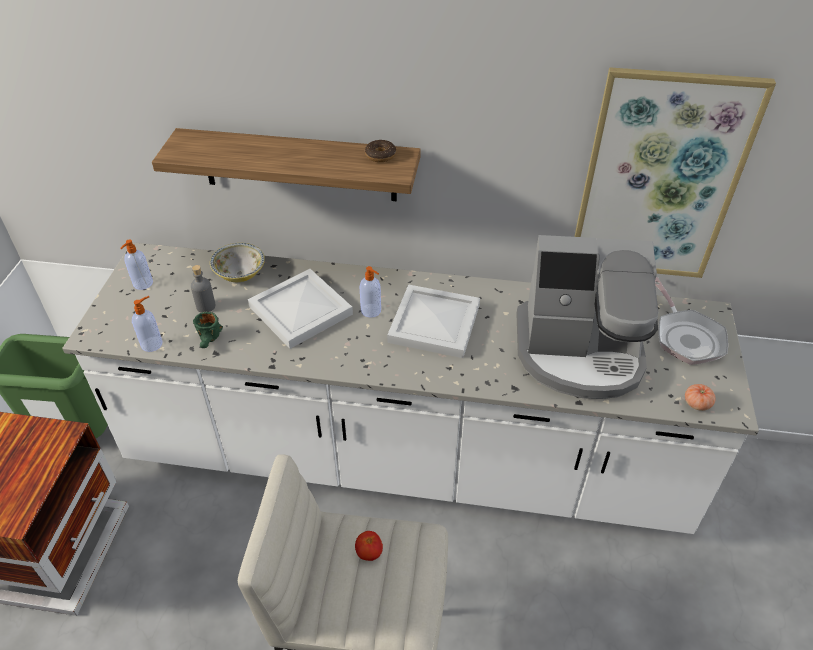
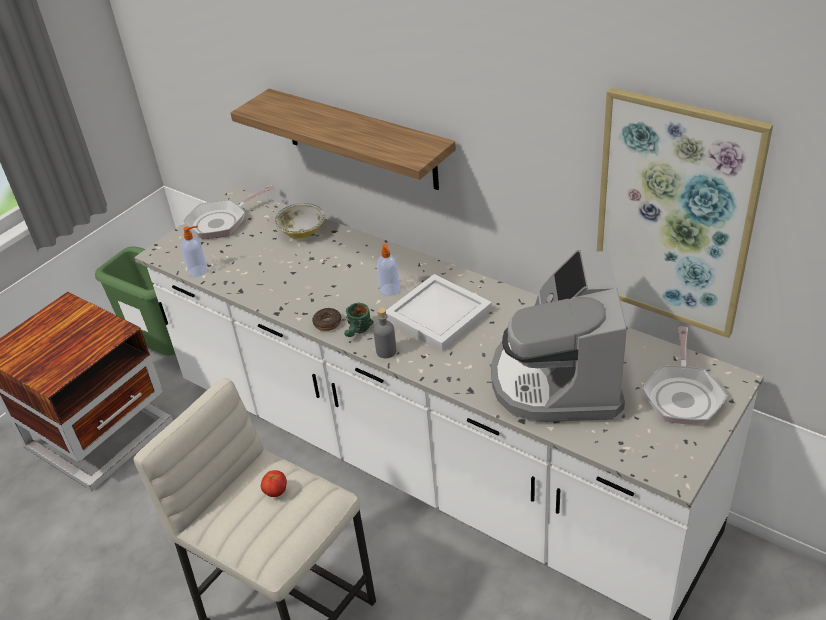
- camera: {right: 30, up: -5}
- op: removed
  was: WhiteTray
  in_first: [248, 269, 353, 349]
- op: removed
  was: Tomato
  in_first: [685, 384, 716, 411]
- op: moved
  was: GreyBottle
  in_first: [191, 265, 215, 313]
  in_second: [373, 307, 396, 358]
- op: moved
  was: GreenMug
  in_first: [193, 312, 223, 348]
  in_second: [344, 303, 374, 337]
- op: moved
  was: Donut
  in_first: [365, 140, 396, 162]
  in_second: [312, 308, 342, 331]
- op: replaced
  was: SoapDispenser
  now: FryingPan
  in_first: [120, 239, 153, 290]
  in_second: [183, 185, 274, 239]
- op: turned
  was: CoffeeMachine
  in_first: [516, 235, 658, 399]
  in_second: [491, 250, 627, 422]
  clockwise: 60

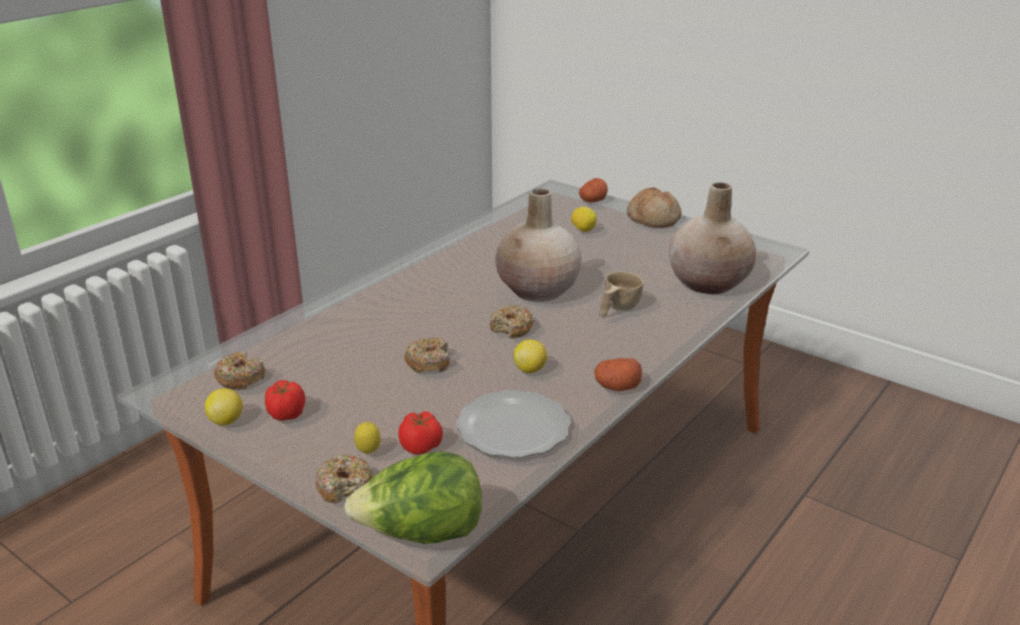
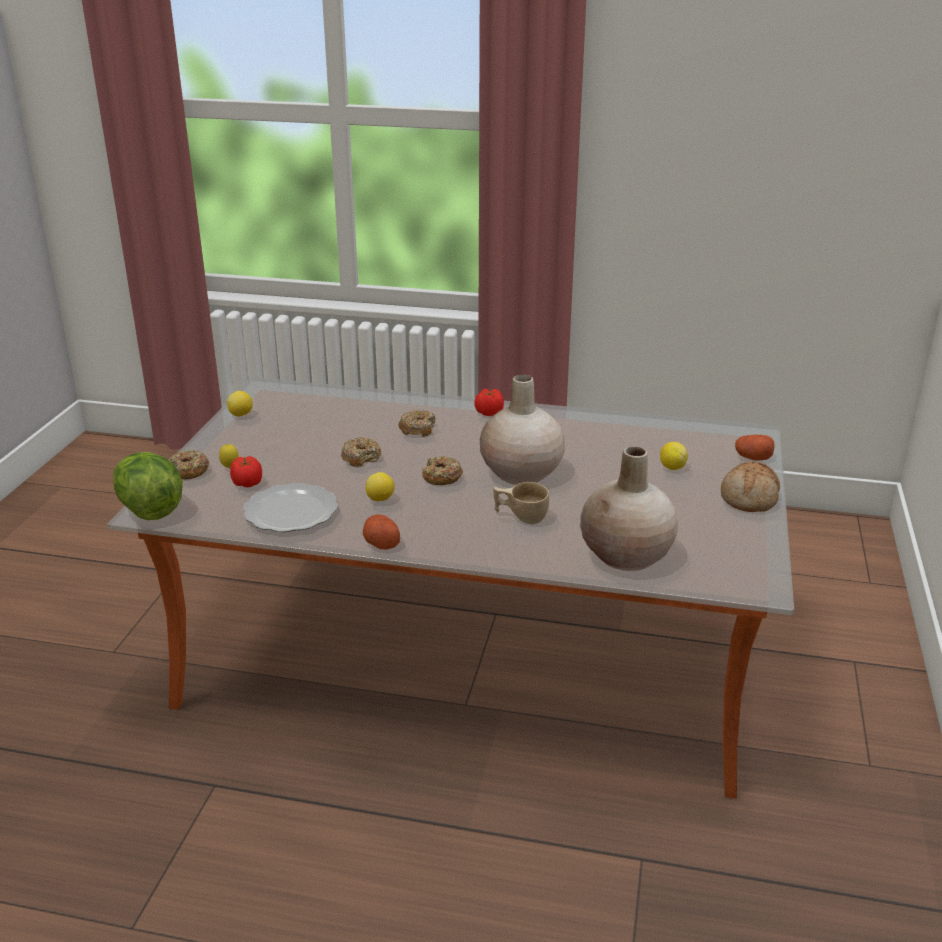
- camera: {right: 65, up: 0}
- op: moved
  was: Donut
  in_first: [214, 351, 265, 390]
  in_second: [398, 410, 436, 437]
- op: moved
  was: Tomato
  in_first: [265, 380, 305, 421]
  in_second: [474, 388, 504, 416]

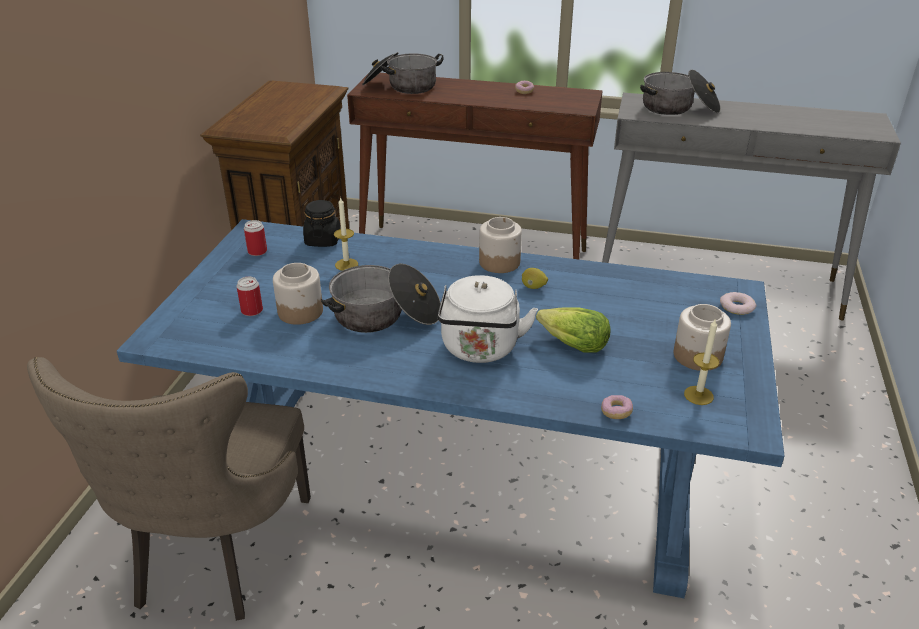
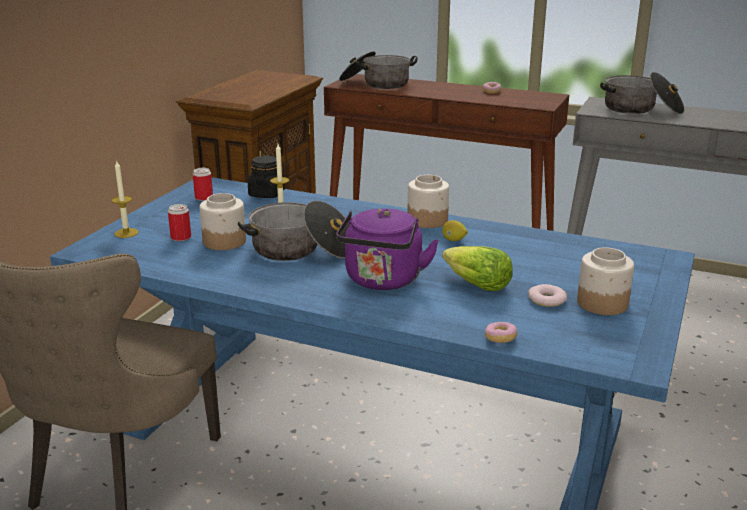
- camera: {right: 10, up: -10}
- op: moved
  was: Candle
  in_first: [684, 318, 719, 405]
  in_second: [111, 161, 139, 238]
- op: moved
  was: Donut
  in_first: [720, 292, 756, 315]
  in_second: [528, 284, 567, 307]
- op: recoloured
  was: WhiteKettle
  now: PurpleKettle
  in_first: [438, 275, 538, 363]
  in_second: [336, 209, 439, 290]

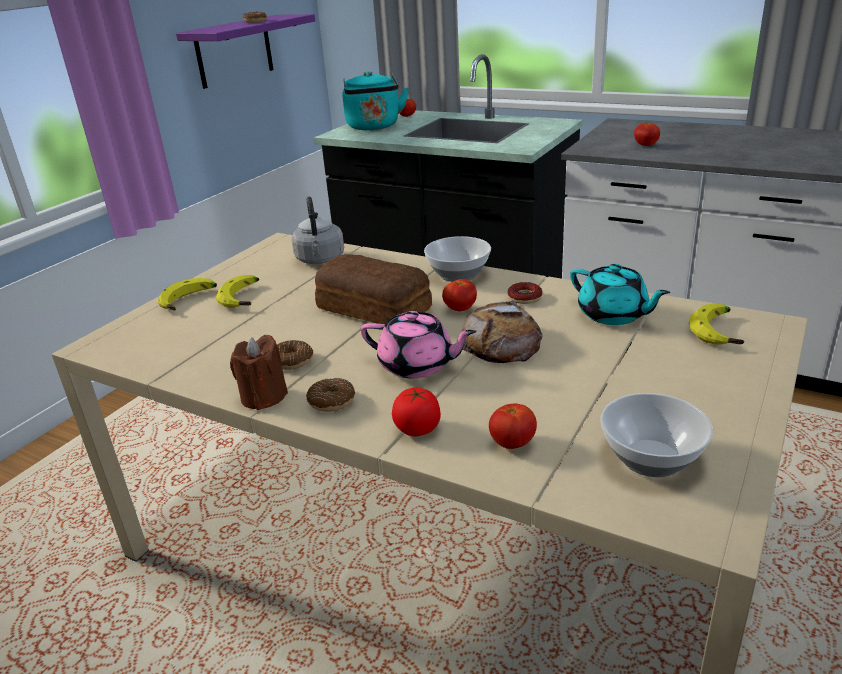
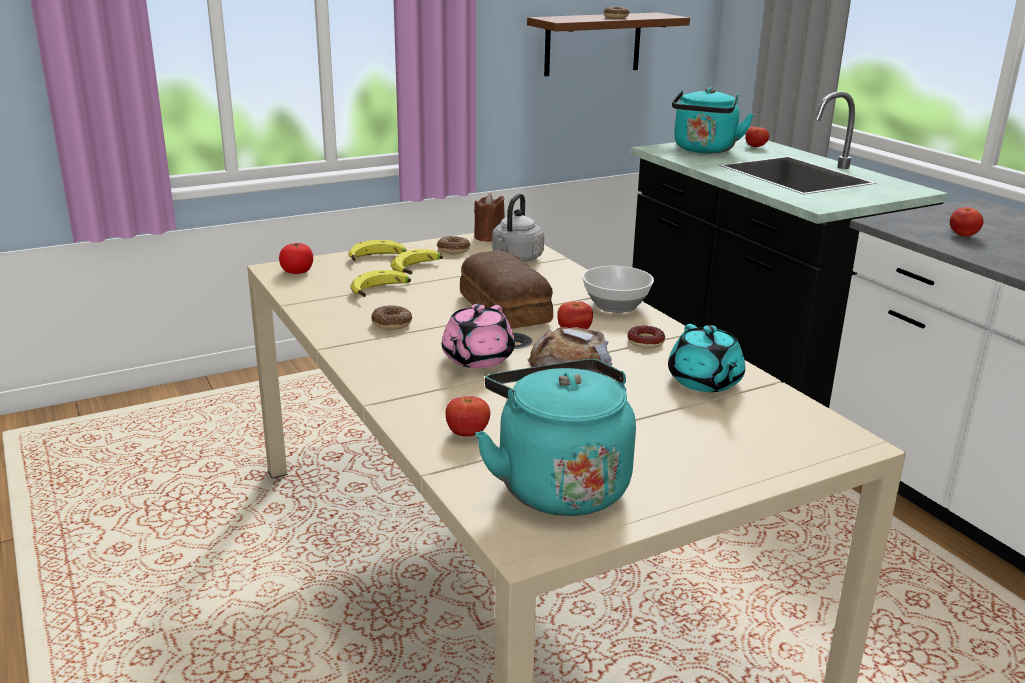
- camera: {right: 30, up: -5}
- op: moved
  was: BrownCandle
  in_first: [230, 335, 288, 410]
  in_second: [474, 193, 504, 241]
- op: moved
  was: Donut
  in_first: [306, 378, 355, 412]
  in_second: [437, 236, 470, 254]
- op: moved
  was: Tomato
  in_first: [392, 388, 441, 436]
  in_second: [279, 243, 313, 274]
- op: moved
  was: Banana
  in_first: [689, 303, 744, 345]
  in_second: [351, 270, 411, 297]
- op: replaced
  was: Bowl
  now: TurquoiseKettle
  in_first: [600, 393, 713, 477]
  in_second: [475, 359, 636, 516]
- op: recoloured
  was: PurpleShelf
  now: BrownShelf
  in_first: [176, 14, 315, 89]
  in_second: [527, 12, 690, 76]
- op: turned
  was: PinkTeapot
  in_first: [361, 311, 476, 378]
  in_second: [442, 304, 515, 368]
  clockwise: 60

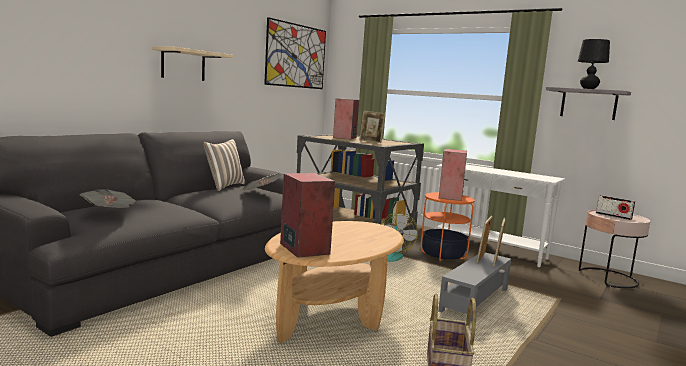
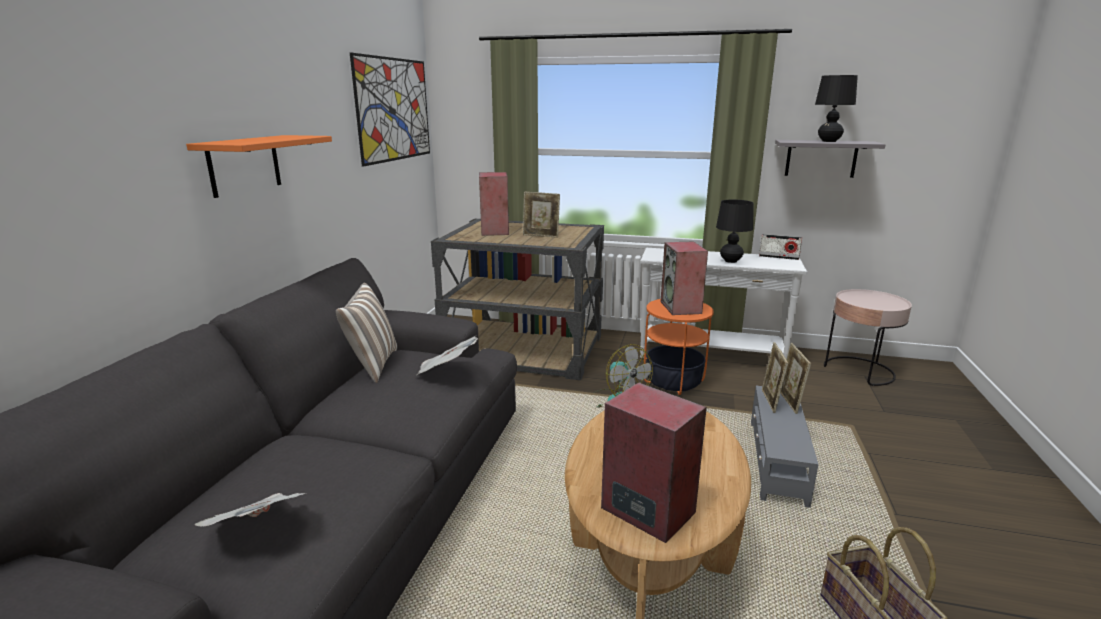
- camera: {right: -20, up: 10}
- op: added
  now: BlackTableLamp
  in_second: [716, 200, 754, 263]
- op: moved
  was: Radio
  in_first: [596, 195, 635, 220]
  in_second: [759, 234, 802, 260]
- op: recoloured
  was: BeigeShelf
  now: OrangeShelf
  in_first: [152, 46, 233, 81]
  in_second: [186, 135, 332, 198]

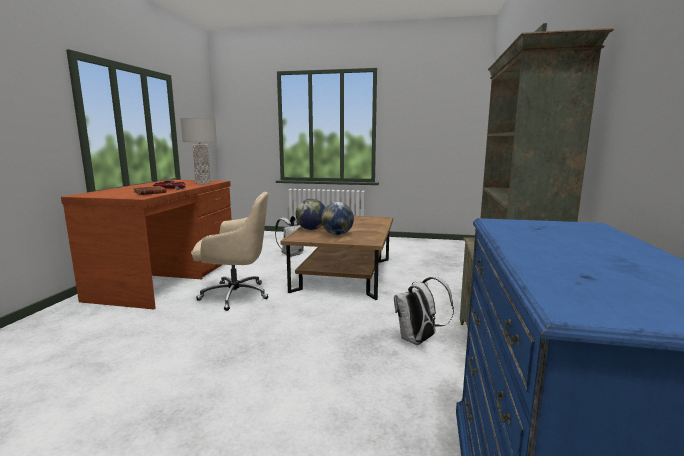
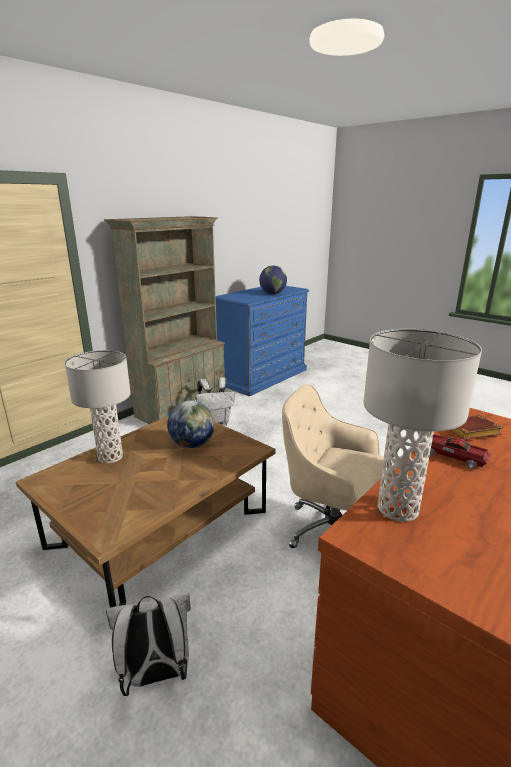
- camera: {right: -150, up: 10}
- op: added
  now: WhiteTableLamp
  in_second: [65, 350, 131, 464]
- op: moved
  was: Globe
  in_first: [296, 199, 325, 230]
  in_second: [259, 266, 287, 294]

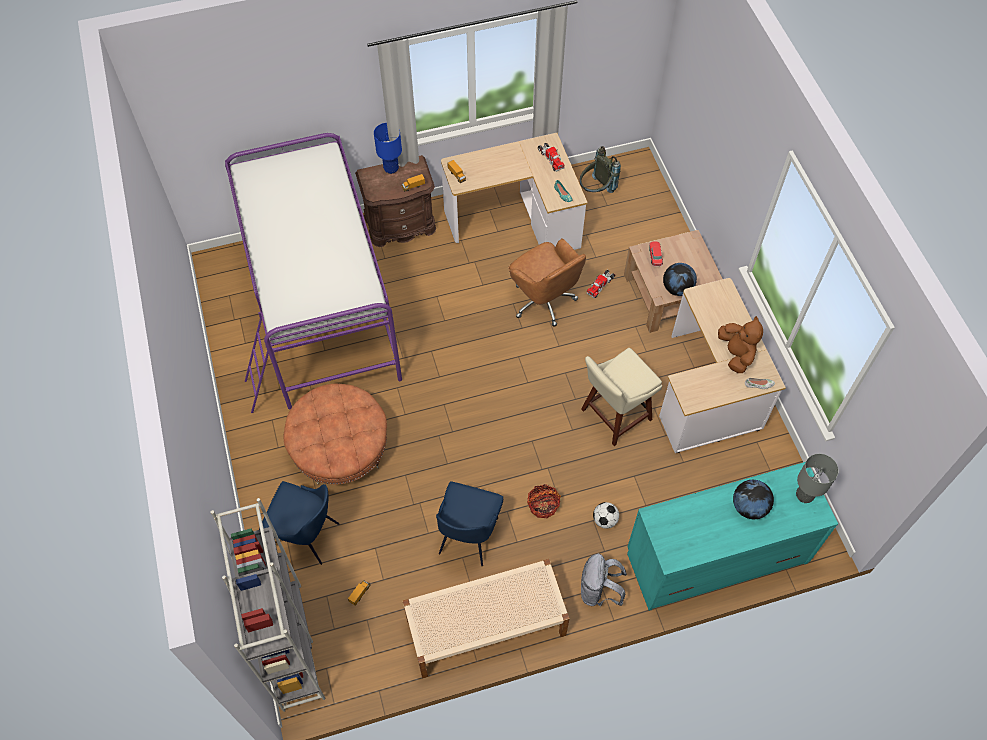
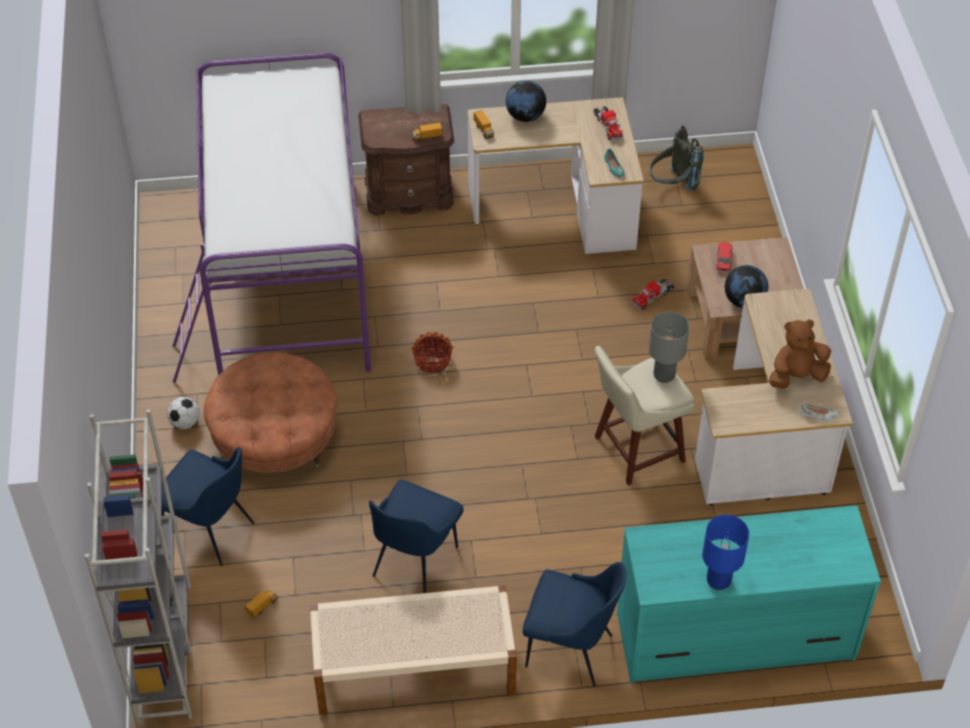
- camera: {right: 10, up: -10}
- op: removed
  was: BrownOfficeChair
  in_first: [508, 238, 586, 327]
- op: moved
  was: BlueTableLamp
  in_first: [374, 123, 402, 174]
  in_second: [702, 515, 749, 590]
- op: moved
  was: Basket
  in_first: [527, 484, 561, 518]
  in_second: [412, 332, 453, 373]
- op: moved
  was: Football
  in_first: [593, 502, 619, 529]
  in_second: [167, 397, 200, 429]
- op: moved
  was: Globe
  in_first: [733, 480, 774, 519]
  in_second: [506, 81, 546, 122]
- op: moved
  was: GreyTableLamp
  in_first: [796, 454, 838, 503]
  in_second: [649, 312, 689, 383]
- op: replaced
  was: GreyBackpack
  now: BlueChair
  in_first: [581, 554, 627, 607]
  in_second: [523, 562, 626, 687]
- op: turned
  was: BrownPlushToy
  in_first: [718, 316, 763, 373]
  in_second: [769, 319, 831, 389]
  clockwise: -105

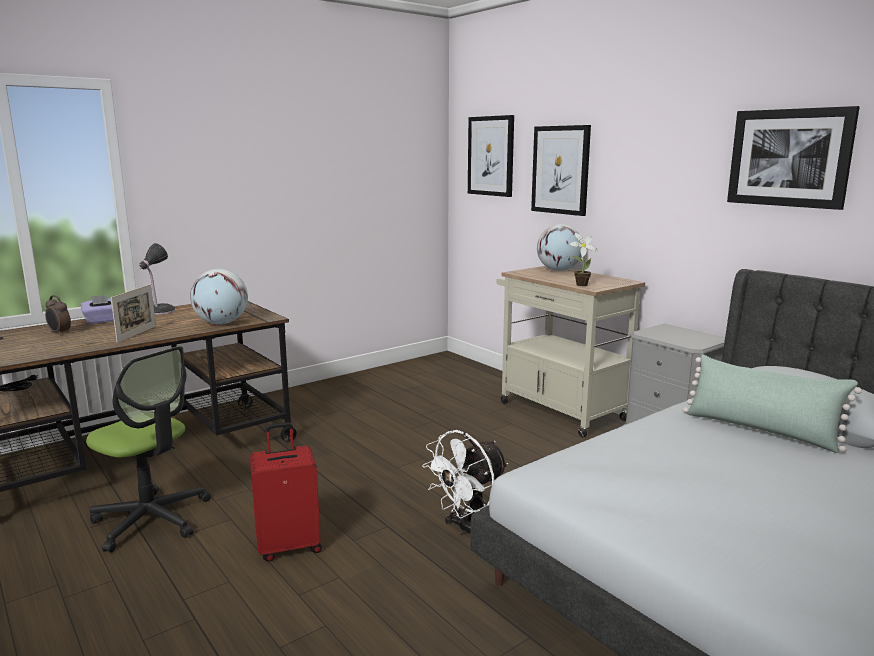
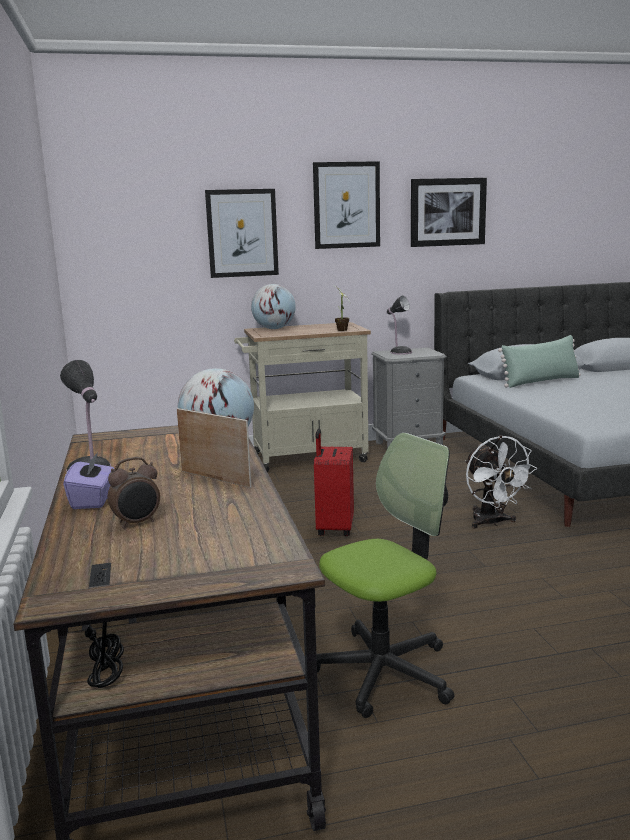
- camera: {right: -65, up: 0}
- op: added
  now: TableLamp
  in_second: [387, 296, 412, 355]
- op: moved
  was: RedSuitcase
  in_first: [250, 422, 322, 562]
  in_second: [314, 429, 354, 536]
- op: moved
  was: Picture
  in_first: [468, 115, 514, 197]
  in_second: [313, 161, 380, 249]

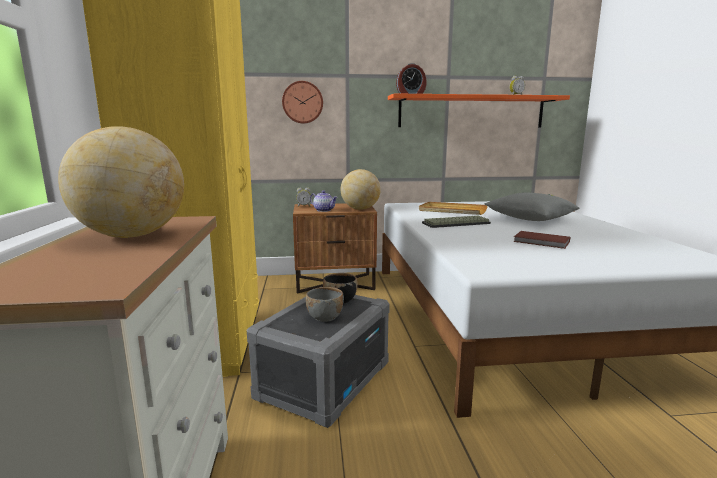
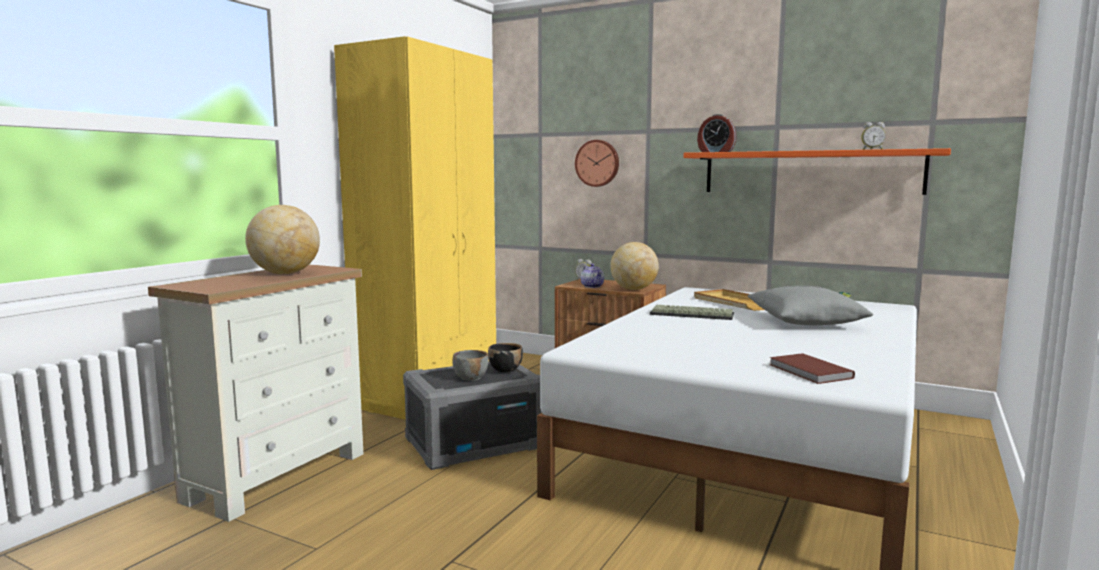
- camera: {right: 35, up: -5}
- op: moved
  was: BrownBook
  in_first: [513, 231, 571, 249]
  in_second: [769, 353, 855, 384]

